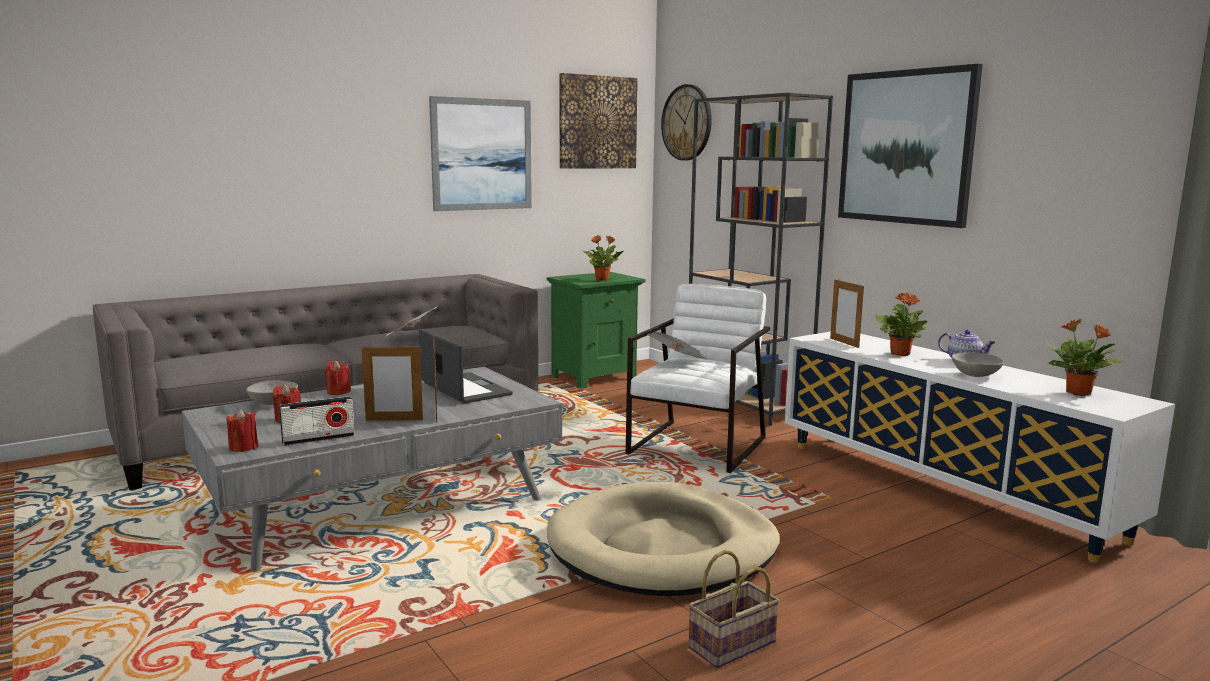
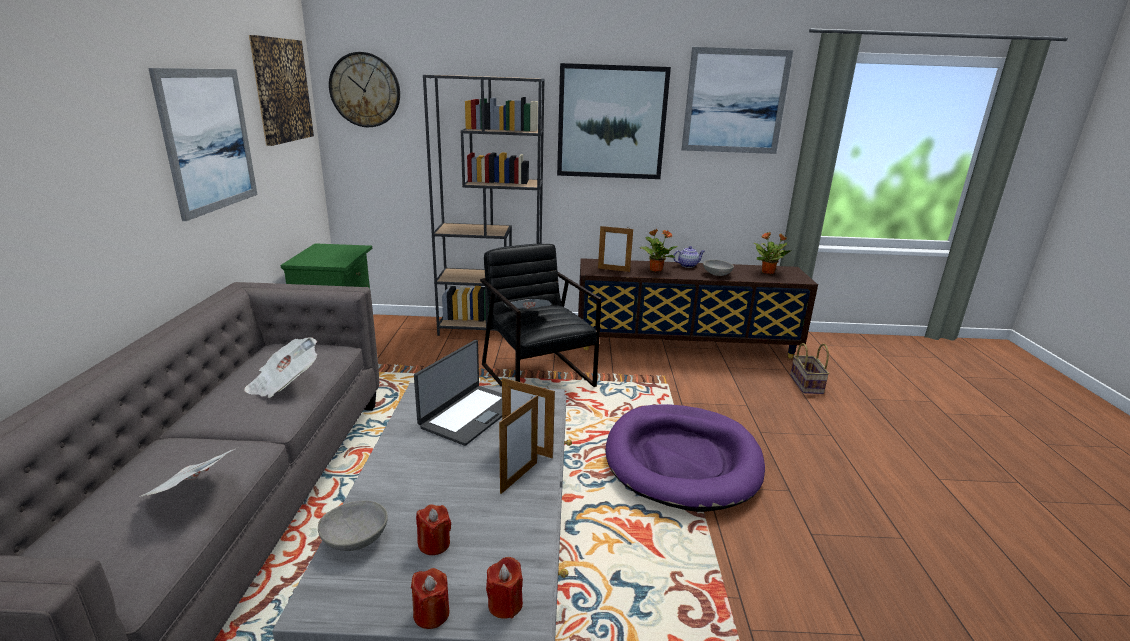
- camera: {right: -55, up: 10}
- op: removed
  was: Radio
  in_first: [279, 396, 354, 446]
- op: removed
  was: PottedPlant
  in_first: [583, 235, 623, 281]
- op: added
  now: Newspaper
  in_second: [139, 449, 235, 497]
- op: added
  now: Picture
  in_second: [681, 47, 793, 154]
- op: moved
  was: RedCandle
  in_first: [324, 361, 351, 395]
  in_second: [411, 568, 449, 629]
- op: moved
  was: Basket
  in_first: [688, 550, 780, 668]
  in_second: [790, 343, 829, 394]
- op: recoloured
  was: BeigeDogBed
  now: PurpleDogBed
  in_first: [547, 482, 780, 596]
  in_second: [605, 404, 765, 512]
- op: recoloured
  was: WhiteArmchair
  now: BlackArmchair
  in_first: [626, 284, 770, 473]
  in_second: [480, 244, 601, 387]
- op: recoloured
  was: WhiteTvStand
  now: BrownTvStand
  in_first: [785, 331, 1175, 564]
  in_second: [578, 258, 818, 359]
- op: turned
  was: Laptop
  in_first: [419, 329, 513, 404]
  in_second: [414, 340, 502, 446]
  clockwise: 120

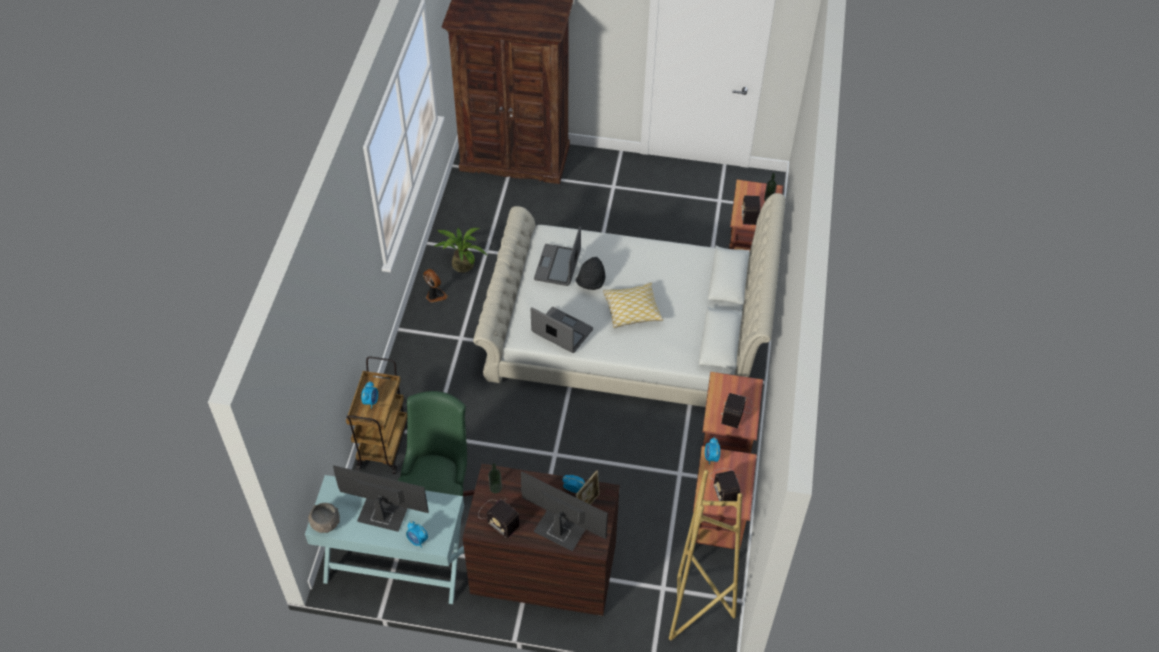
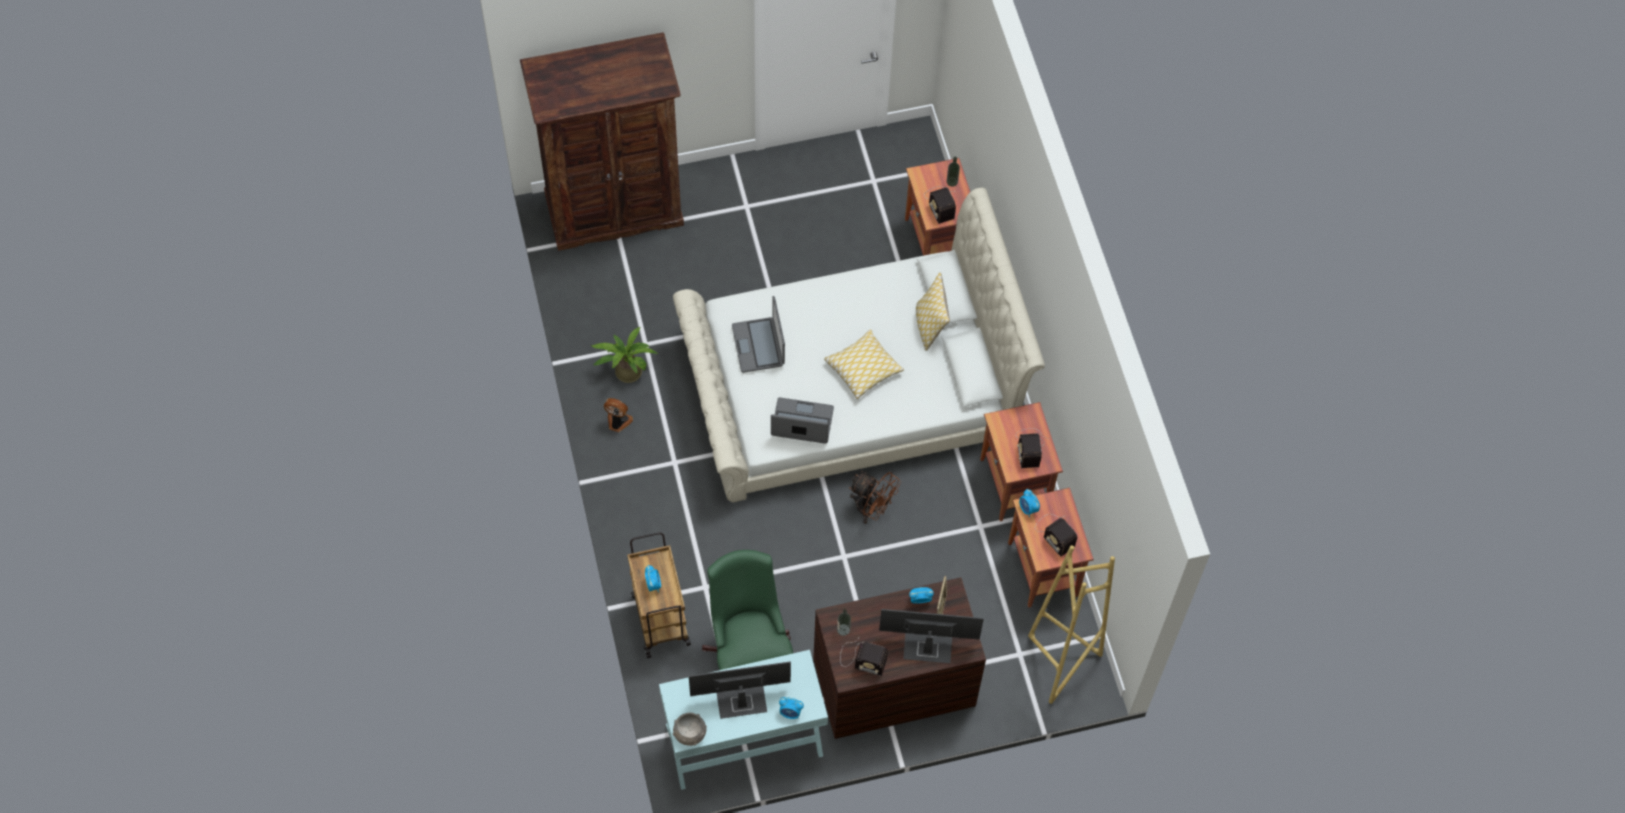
- camera: {right: -25, up: 10}
- op: removed
  was: BlackHat
  in_first: [576, 257, 606, 290]
- op: added
  now: BrownFan
  in_second: [849, 471, 901, 524]
- op: added
  now: Pillow
  in_second: [916, 272, 950, 351]

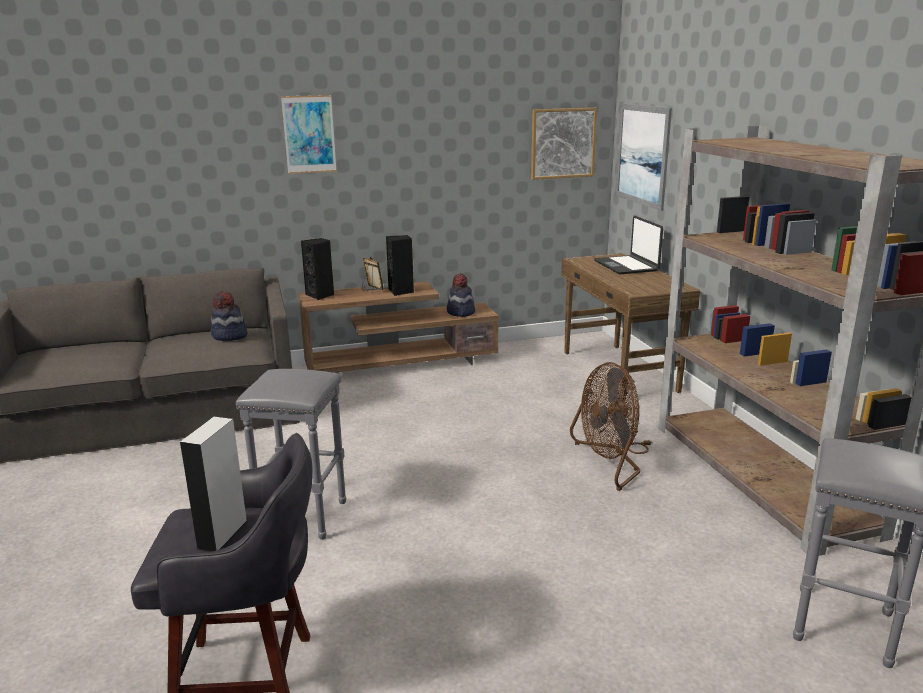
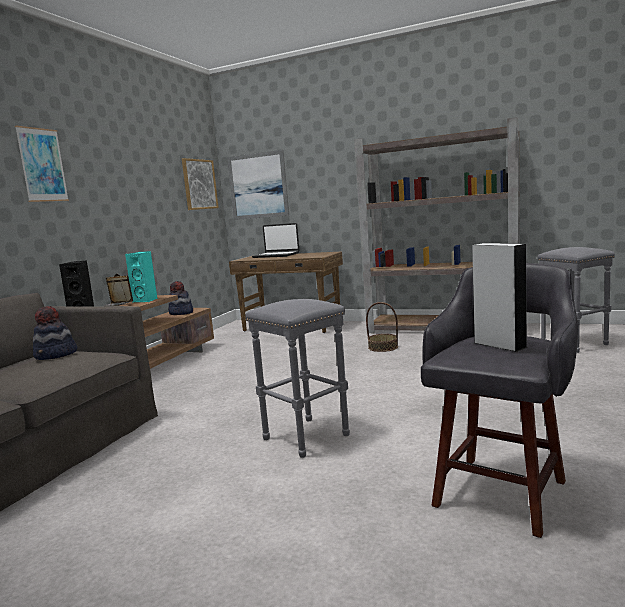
- camera: {right: -50, up: -10}
- op: replaced
  was: BrownFan
  now: Basket
  in_first: [570, 362, 652, 491]
  in_second: [366, 302, 398, 352]
- op: recoloured
  was: BlackSpeaker
  now: TurquoiseSpeaker
  in_first: [386, 235, 414, 296]
  in_second: [125, 251, 157, 302]

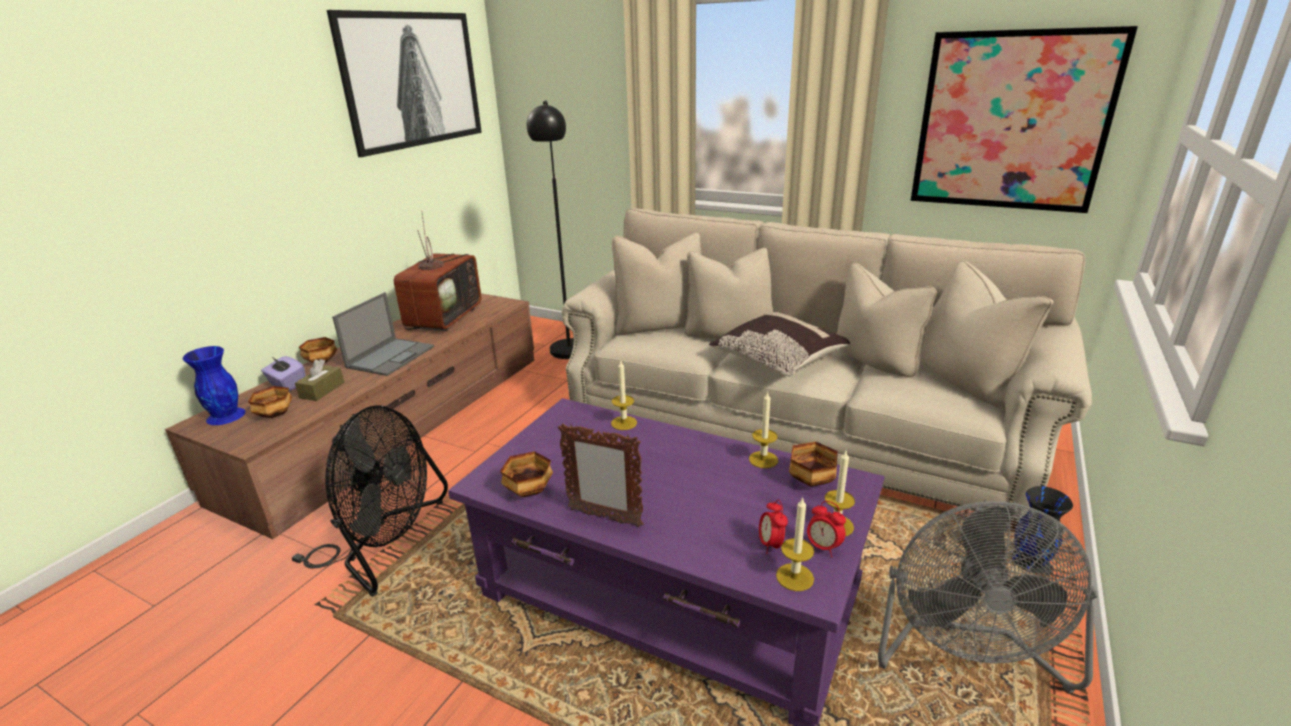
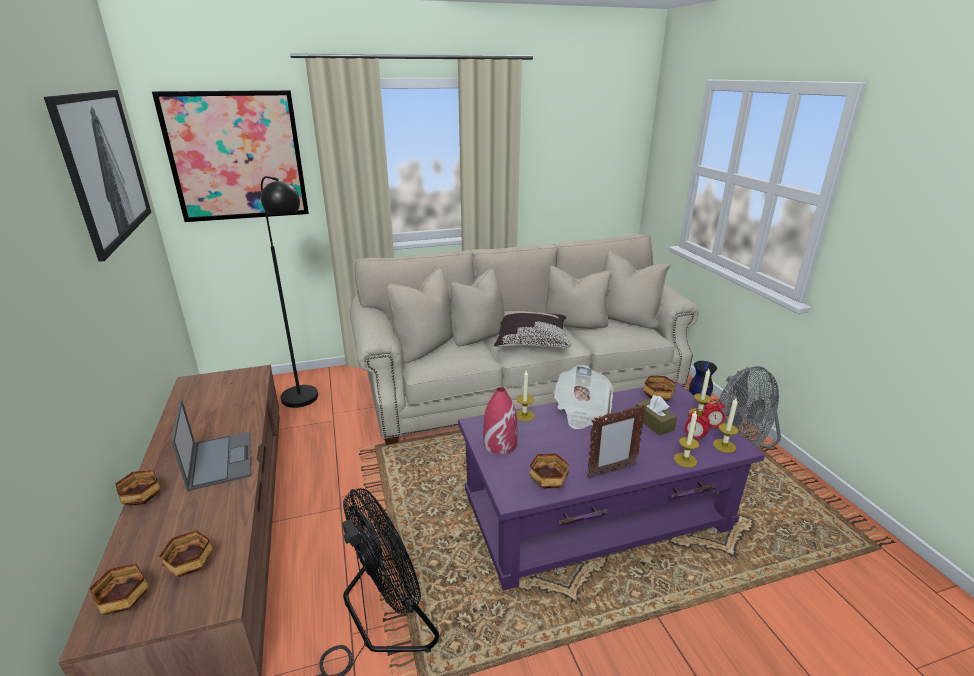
- camera: {right: -45, up: 0}
- op: removed
  was: PurpleTissueBox
  in_first: [261, 356, 305, 391]
- op: removed
  was: Television
  in_first: [394, 211, 482, 331]
- op: added
  now: RedVase
  in_second: [483, 387, 518, 454]
- op: added
  now: Newspaper
  in_second: [553, 365, 614, 429]
- op: moved
  was: BrownTissueBox
  in_first: [295, 359, 344, 401]
  in_second: [635, 395, 677, 436]
- op: moved
  was: Candle
  in_first: [749, 391, 778, 468]
  in_second: [674, 411, 699, 468]
- op: moved
  was: Picture
  in_first: [910, 26, 1138, 213]
  in_second: [152, 90, 309, 222]
- op: replaced
  was: BlueVase
  now: Bowl
  in_first: [183, 346, 246, 425]
  in_second: [90, 563, 149, 614]

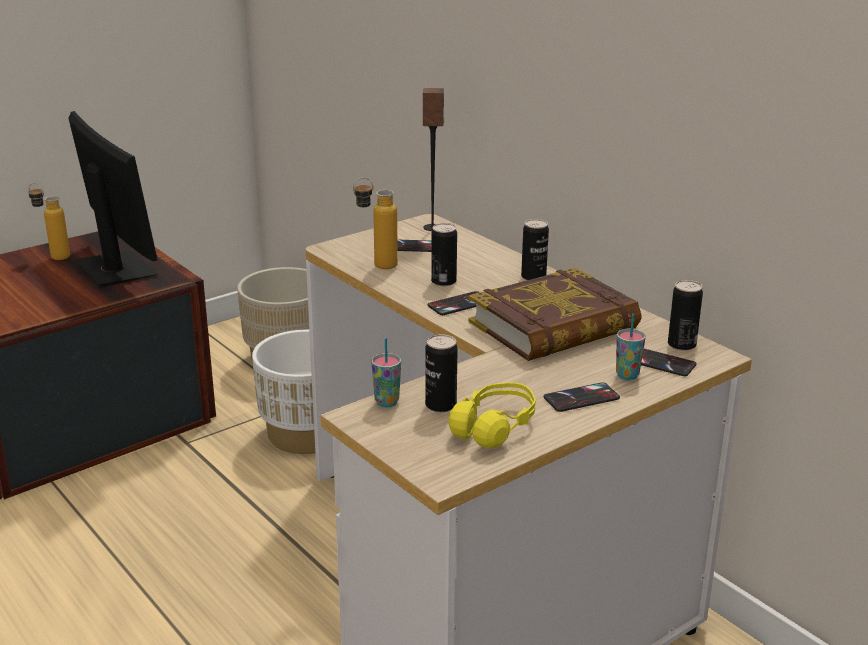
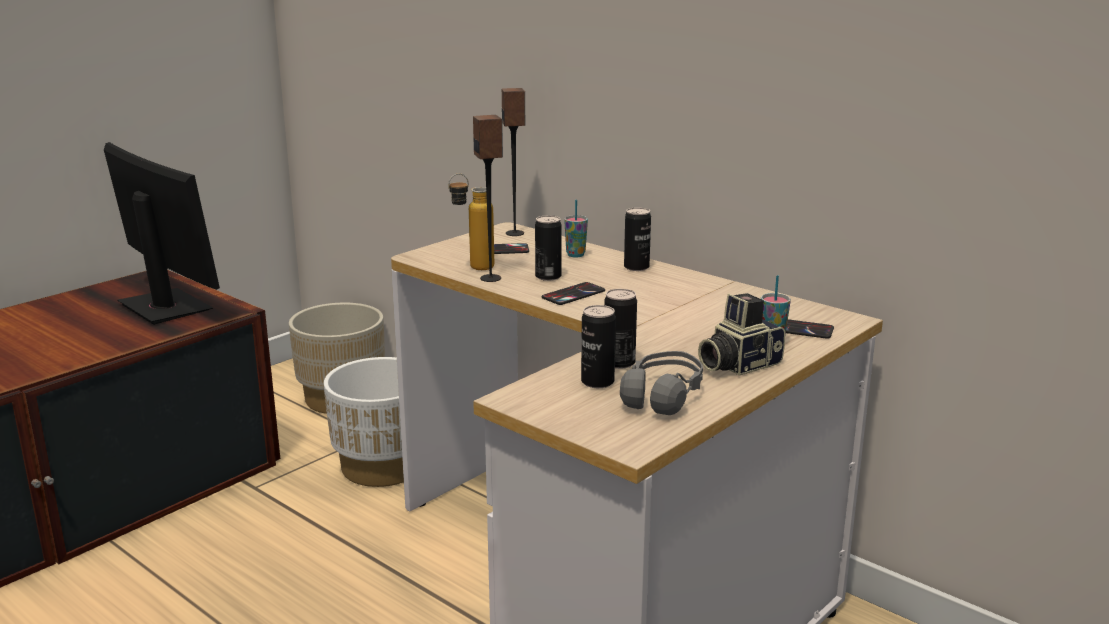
- camera: {right: -10, up: -5}
- op: removed
  was: Bottle
  in_first: [28, 183, 70, 260]
- op: removed
  was: Book
  in_first: [468, 267, 642, 361]
- op: added
  now: Speaker
  in_second: [473, 115, 503, 282]
- op: moved
  was: Cup
  in_first: [371, 338, 401, 407]
  in_second: [564, 200, 588, 258]
- op: moved
  was: Can
  in_first: [668, 280, 703, 351]
  in_second: [604, 289, 637, 369]
- op: replaced
  was: Phone
  now: PhotoCamera
  in_first: [544, 382, 620, 412]
  in_second: [698, 293, 785, 376]
- op: recoloured
  was: YellowHeadphones
  now: GreyHeadphones
  in_first: [448, 383, 536, 449]
  in_second: [620, 351, 703, 415]

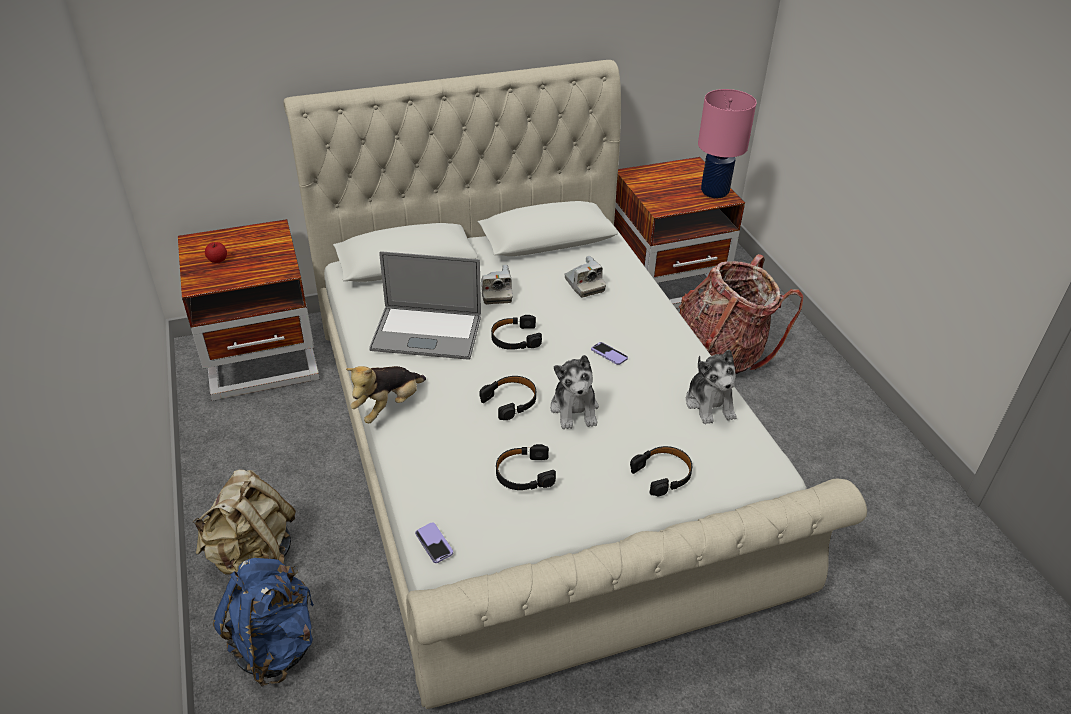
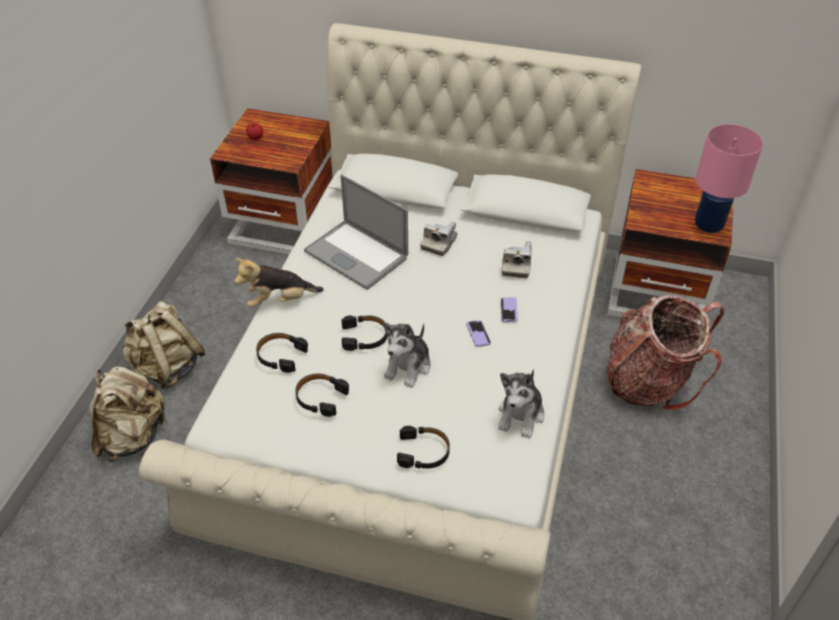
- camera: {right: 35, up: 5}
- op: moved
  was: Phone
  in_first: [415, 522, 453, 563]
  in_second: [501, 297, 518, 322]
- op: moved
  was: BlackHeadphones
  in_first: [491, 315, 542, 350]
  in_second: [256, 333, 308, 373]
- op: recoloured
  was: BlueBackpack
  now: BeigeBackpack
  in_first: [213, 558, 314, 686]
  in_second: [89, 367, 168, 462]

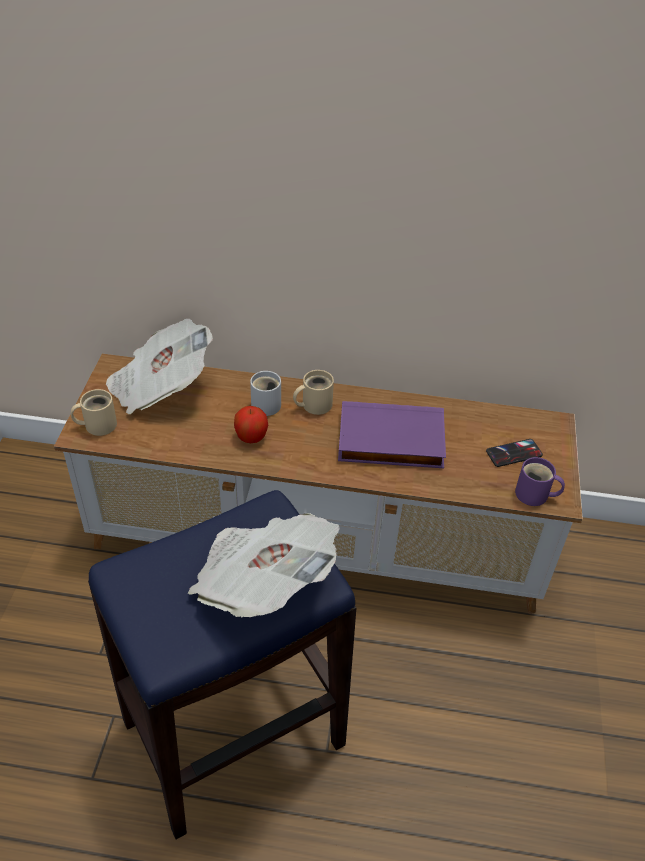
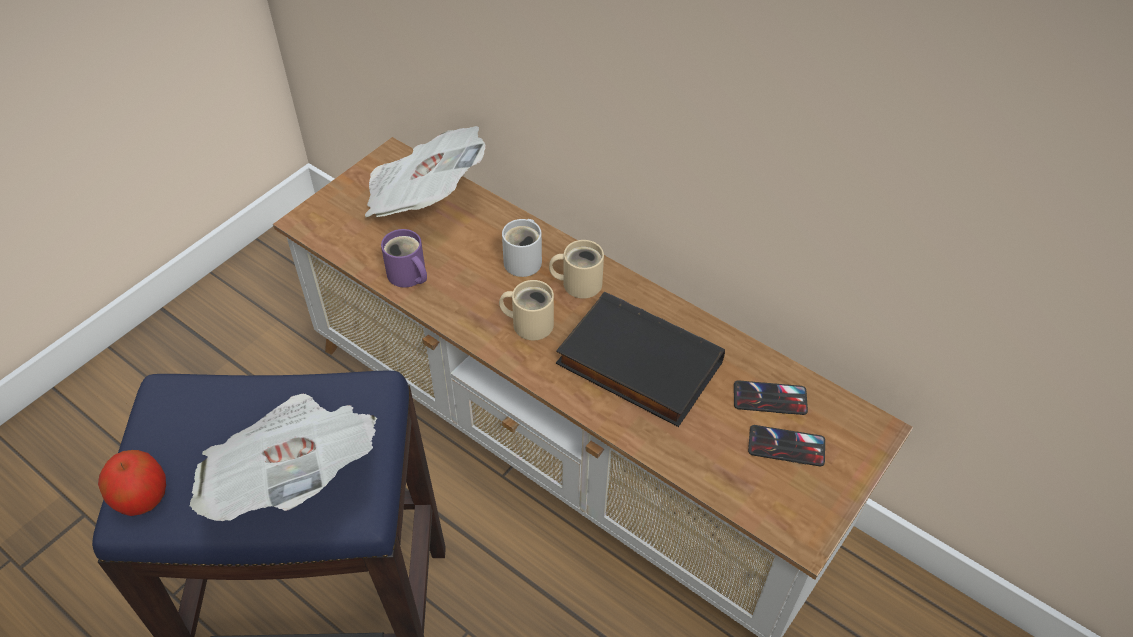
- camera: {right: 30, up: 5}
- op: added
  now: Phone
  in_second: [734, 380, 808, 415]
- op: moved
  was: BeigeMug
  in_first: [71, 389, 117, 436]
  in_second: [499, 280, 554, 340]
- op: moved
  was: Apple
  in_first: [234, 406, 268, 443]
  in_second: [98, 450, 166, 516]
- op: moved
  was: PurpleMug
  in_first: [515, 457, 565, 506]
  in_second: [381, 229, 427, 287]
- op: recoloured
  was: PurpleBook
  now: BlackBook
  in_first: [338, 401, 446, 468]
  in_second: [556, 292, 725, 427]

